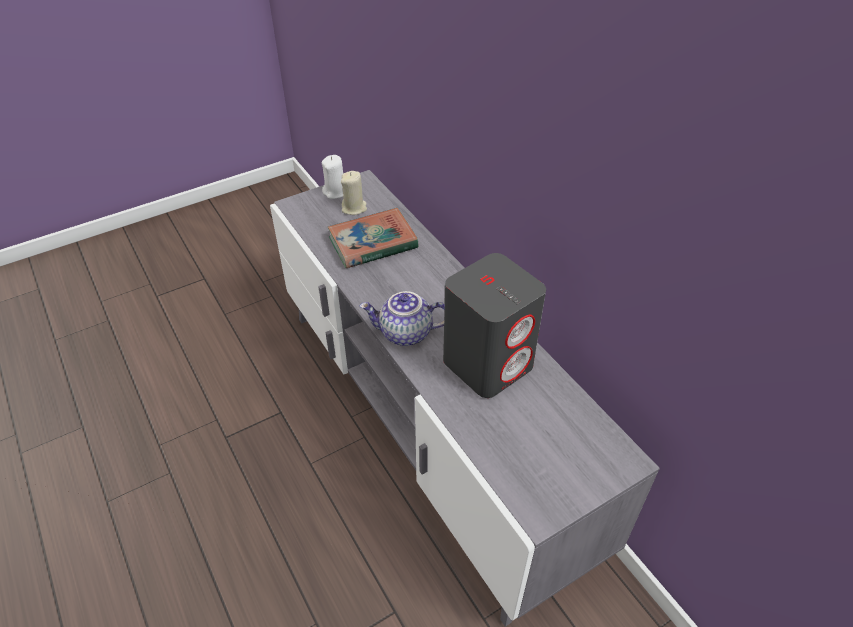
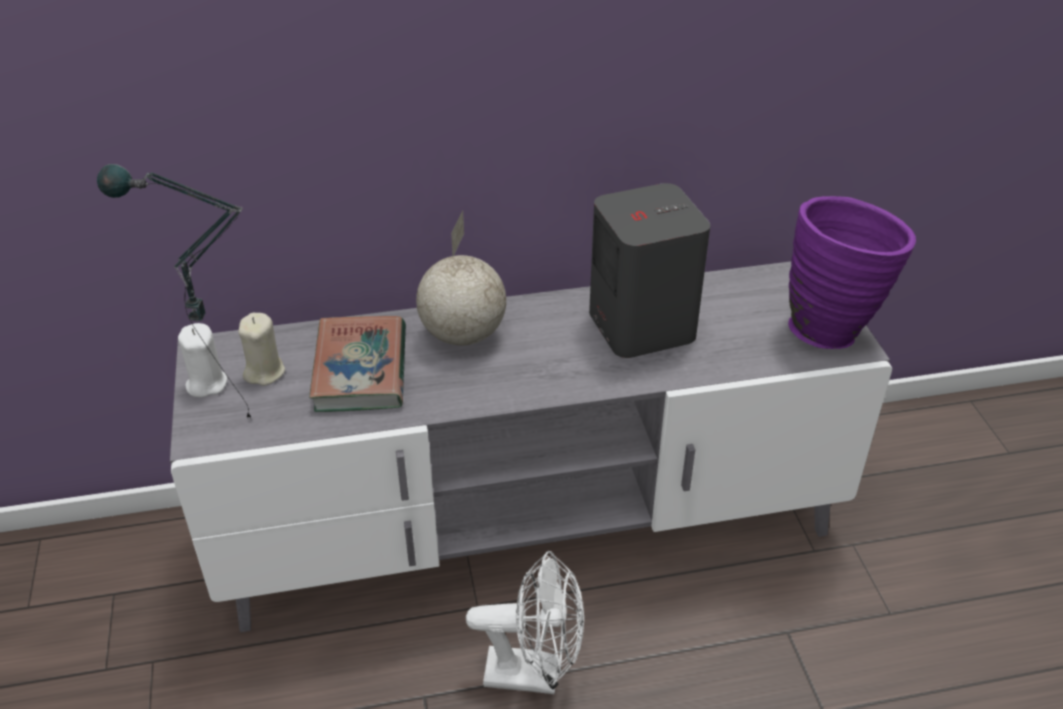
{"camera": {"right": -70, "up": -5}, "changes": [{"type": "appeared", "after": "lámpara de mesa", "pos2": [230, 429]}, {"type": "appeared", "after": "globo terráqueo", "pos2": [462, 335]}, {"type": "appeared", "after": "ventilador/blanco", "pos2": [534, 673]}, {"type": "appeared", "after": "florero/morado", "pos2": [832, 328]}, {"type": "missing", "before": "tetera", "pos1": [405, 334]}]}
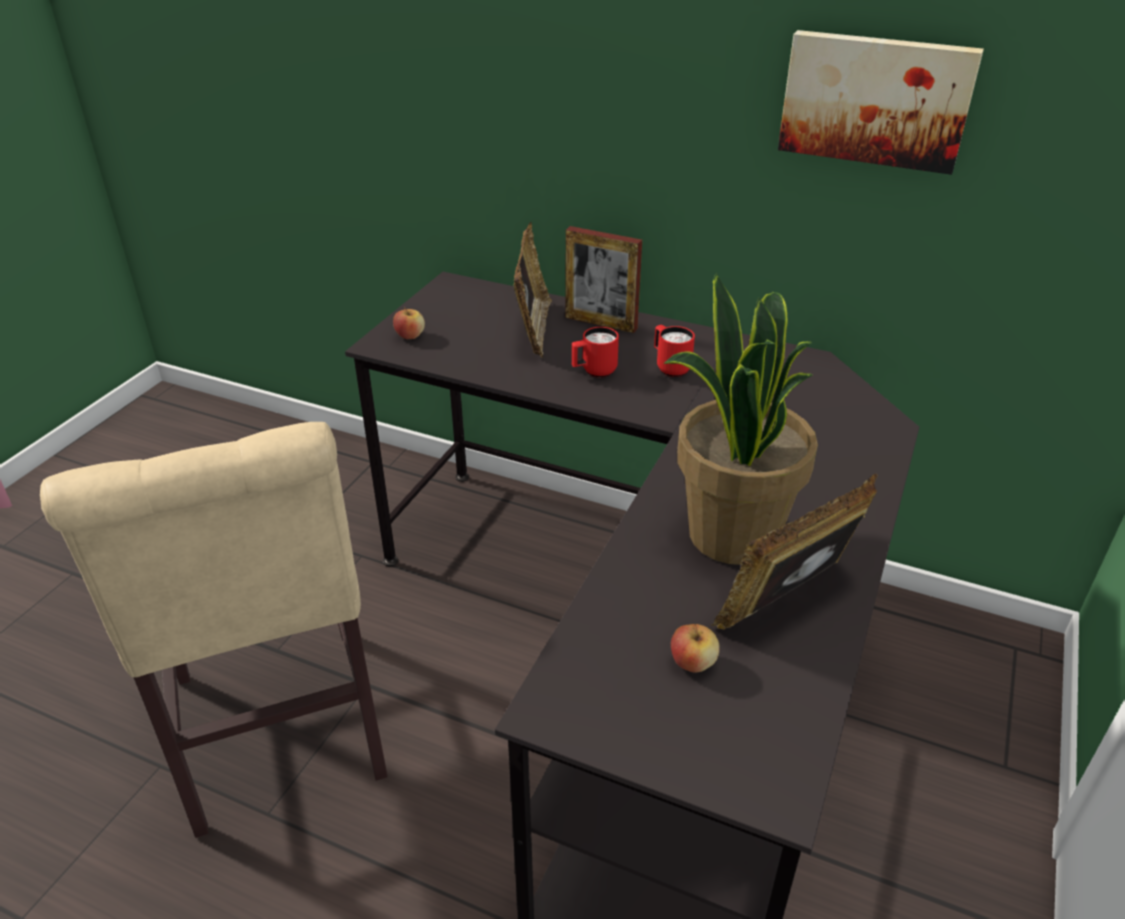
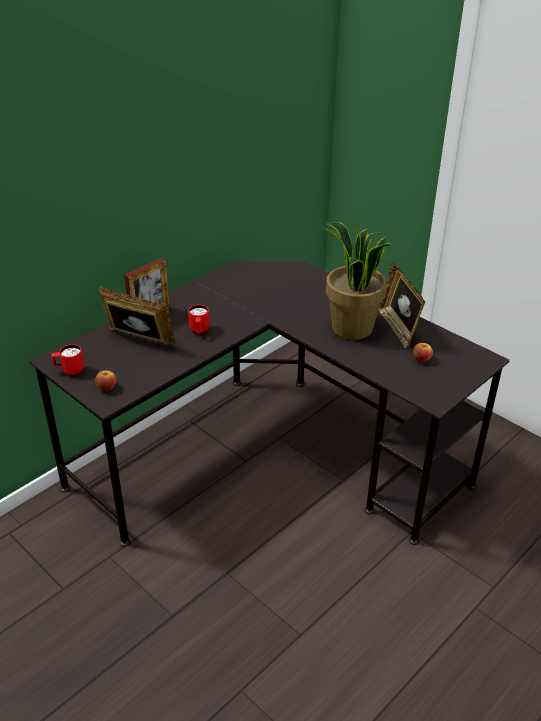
{"camera": {"right": -70, "up": 0}, "changes": [{"type": "relocated", "before": "taza grande/rojo", "pos1": [670, 367], "pos2": [70, 371]}, {"type": "missing", "before": "silla/beis", "pos1": [280, 737]}, {"type": "missing", "before": "cuadro", "pos1": [875, 100]}]}
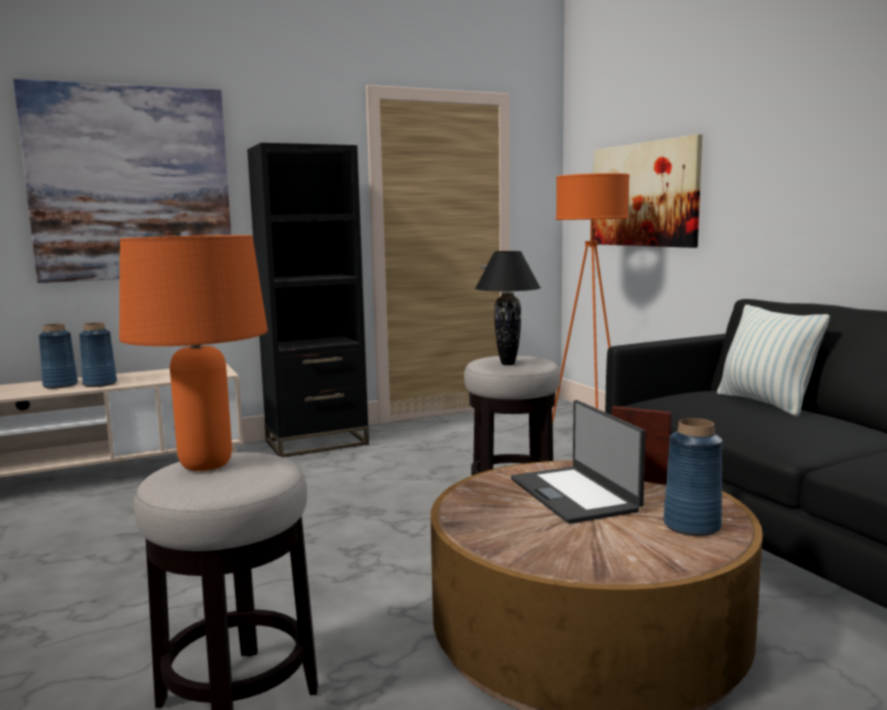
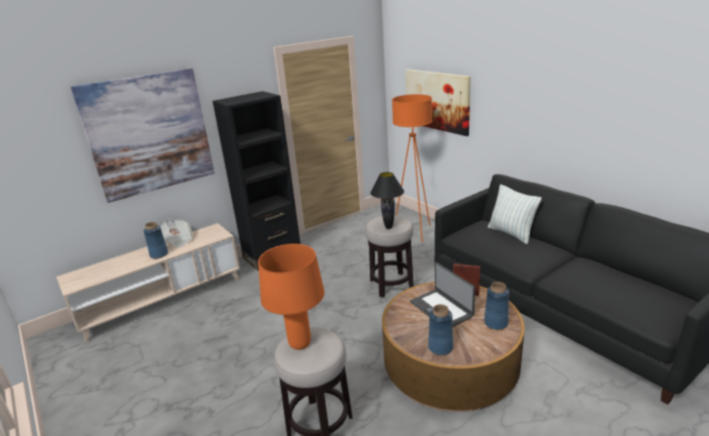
{"camera": {"right": -10, "up": 15}, "changes": [{"type": "appeared", "after": "periódico", "pos2": [178, 241]}, {"type": "relocated", "before": "florero/azul", "pos1": [60, 385], "pos2": [440, 347]}]}
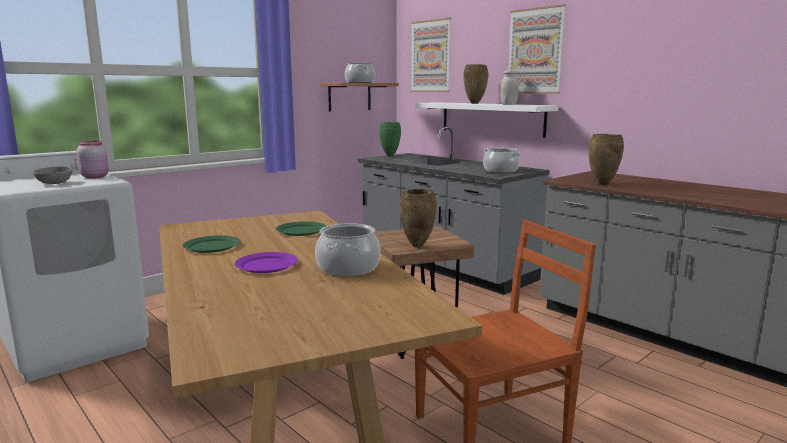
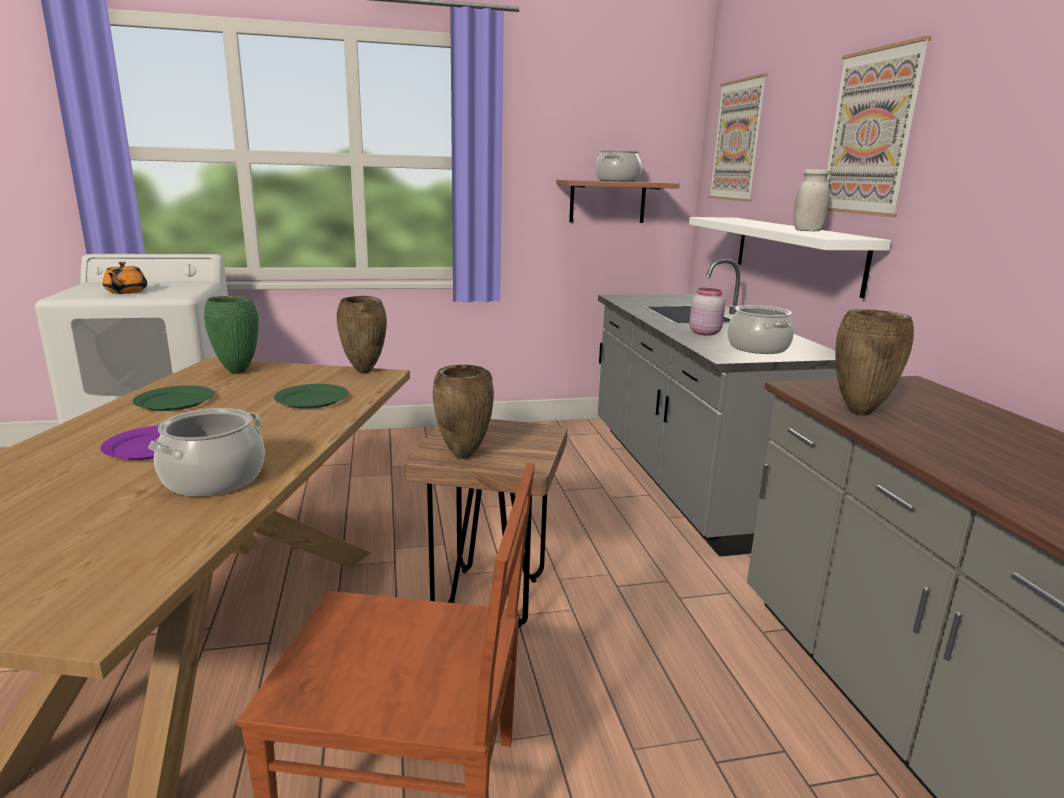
{"camera": {"right": 30, "up": 5}, "changes": [{"type": "exchanged", "before": "cuenco/gris", "after": "tetera/naranja", "pos1": [55, 183], "pos2": [126, 292]}, {"type": "relocated", "before": "florero/verde", "pos1": [390, 155], "pos2": [238, 372]}, {"type": "relocated", "before": "florero/marrón", "pos1": [475, 103], "pos2": [365, 371]}, {"type": "relocated", "before": "tarro/rosa", "pos1": [95, 176], "pos2": [704, 333]}]}
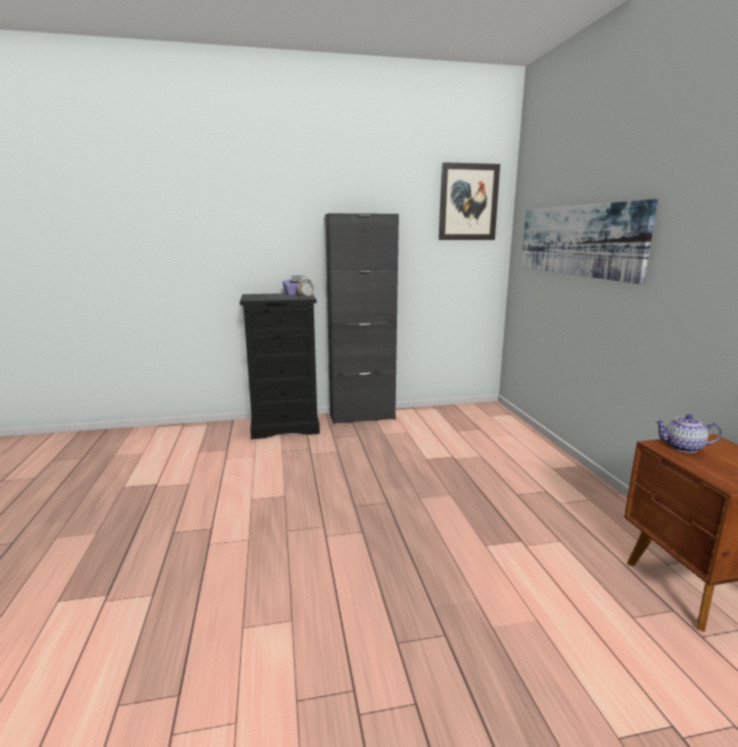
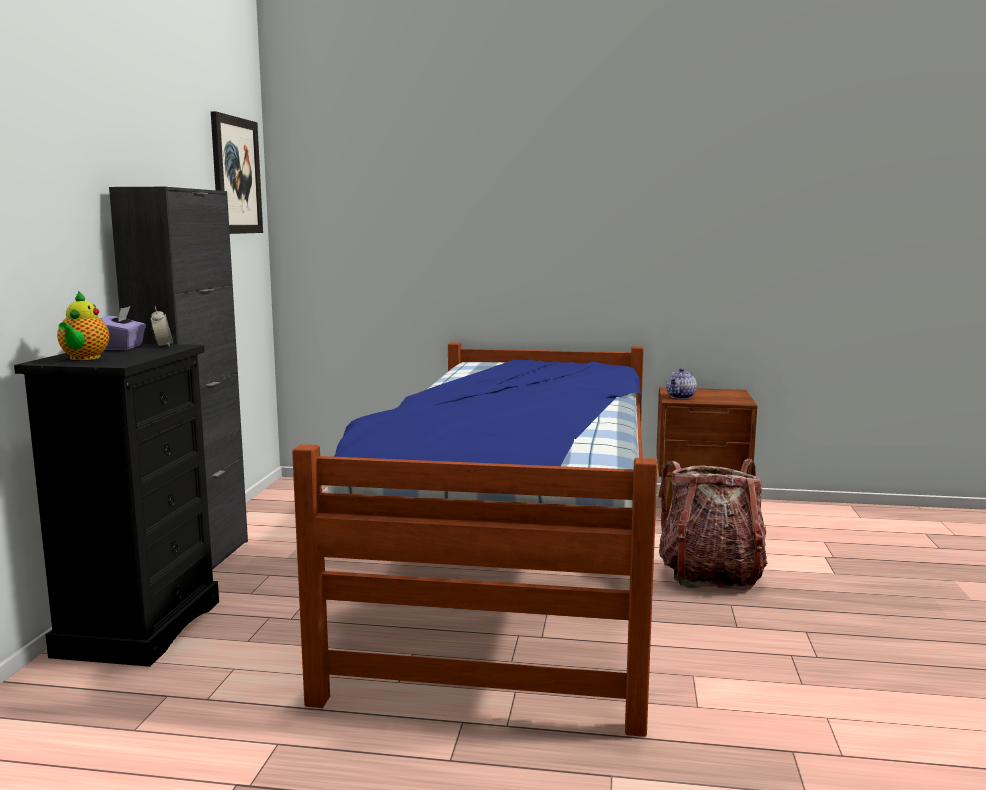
{"camera": {"right": -70, "up": -5}, "changes": [{"type": "appeared", "after": "tetera", "pos2": [84, 358]}, {"type": "appeared", "after": "cama", "pos2": [514, 571]}, {"type": "appeared", "after": "mochila", "pos2": [710, 574]}, {"type": "missing", "before": "cuadro", "pos1": [577, 240]}]}
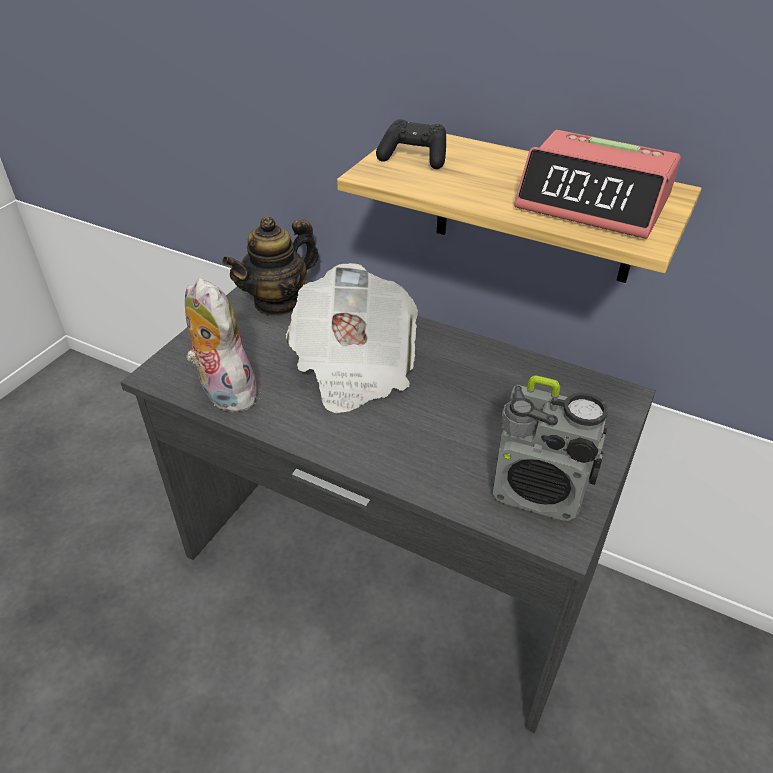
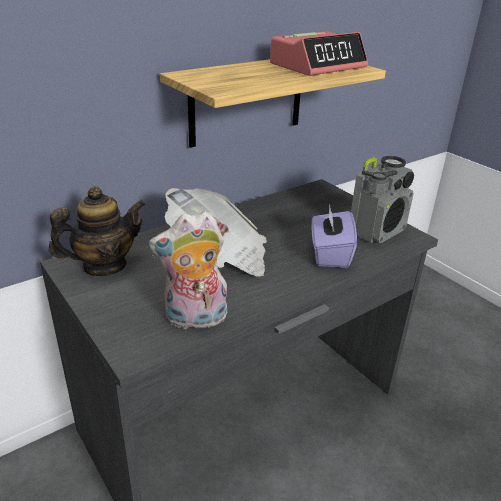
{"camera": {"right": -65, "up": -10}, "changes": [{"type": "spun", "before": "tetera", "pos1": [278, 302], "pos2": [104, 266], "turn": -105}, {"type": "appeared", "after": "caja de pañuelos/morado", "pos2": [330, 254]}, {"type": "missing", "before": "mando de consola/negro", "pos1": [414, 157]}]}
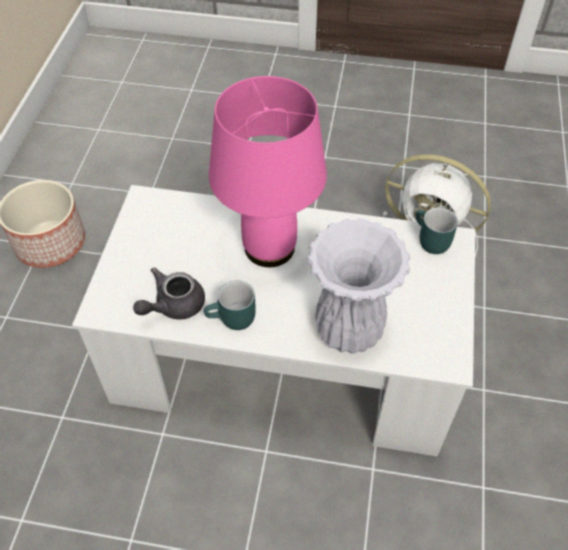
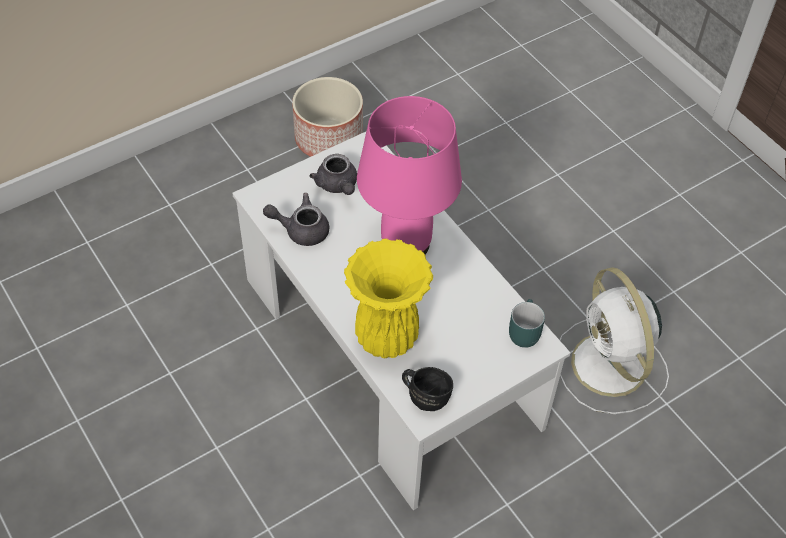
{"camera": {"right": 45, "up": 0}, "changes": [{"type": "appeared", "after": "tetera/gris", "pos2": [337, 186]}, {"type": "colour", "before": "florero/blanco", "after": "florero/amarillo", "pos1": [348, 329], "pos2": [387, 337]}, {"type": "appeared", "after": "taza grande/negro", "pos2": [425, 395]}, {"type": "missing", "before": "taza grande/turquesa", "pos1": [232, 321]}]}
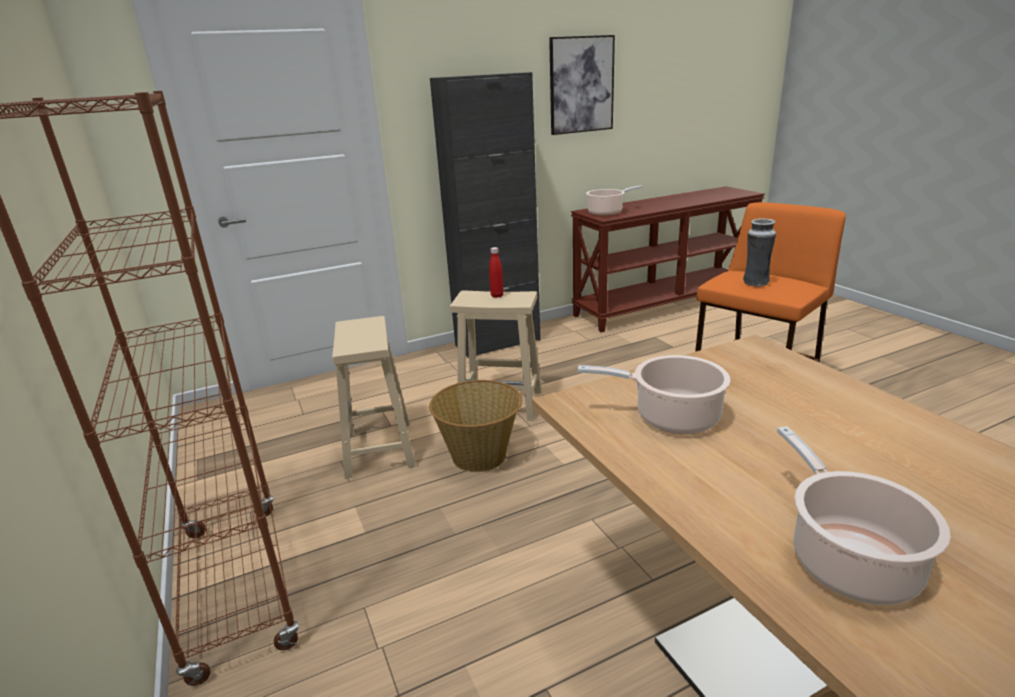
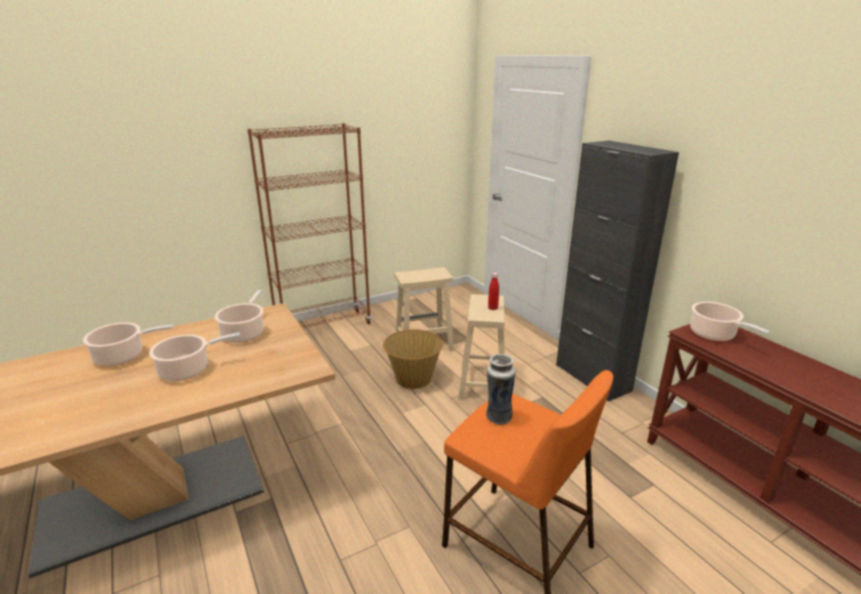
{"camera": {"right": 85, "up": 0}, "changes": [{"type": "appeared", "after": "olla", "pos2": [188, 370]}, {"type": "missing", "before": "cuadro", "pos1": [581, 85]}]}
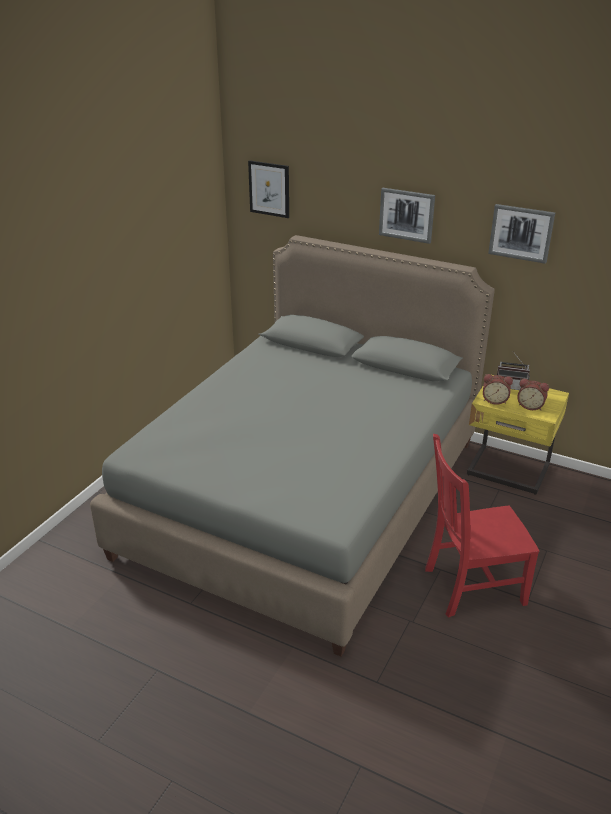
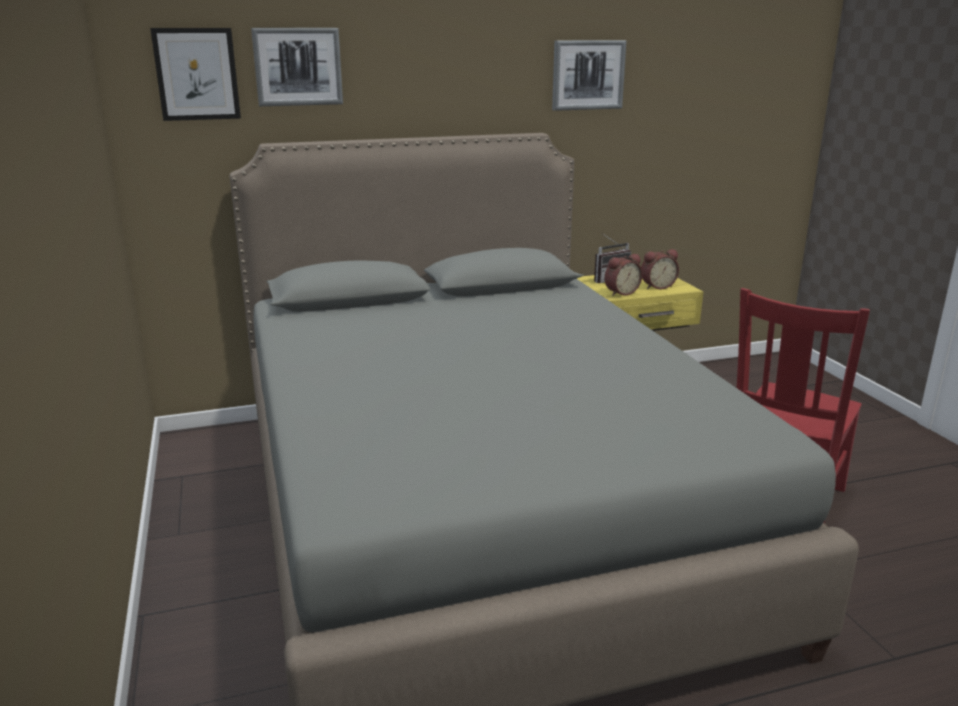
{"camera": {"right": -45, "up": -10}, "changes": [{"type": "relocated", "before": "cuadro", "pos1": [406, 215], "pos2": [298, 67]}]}
